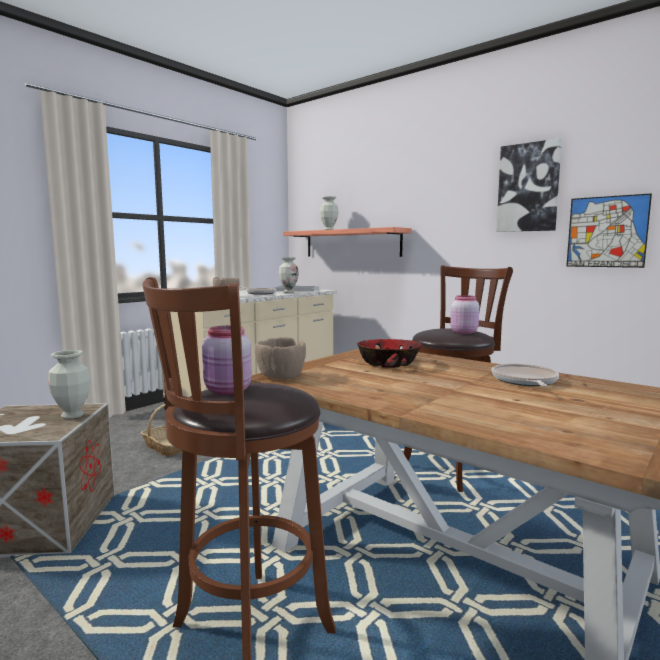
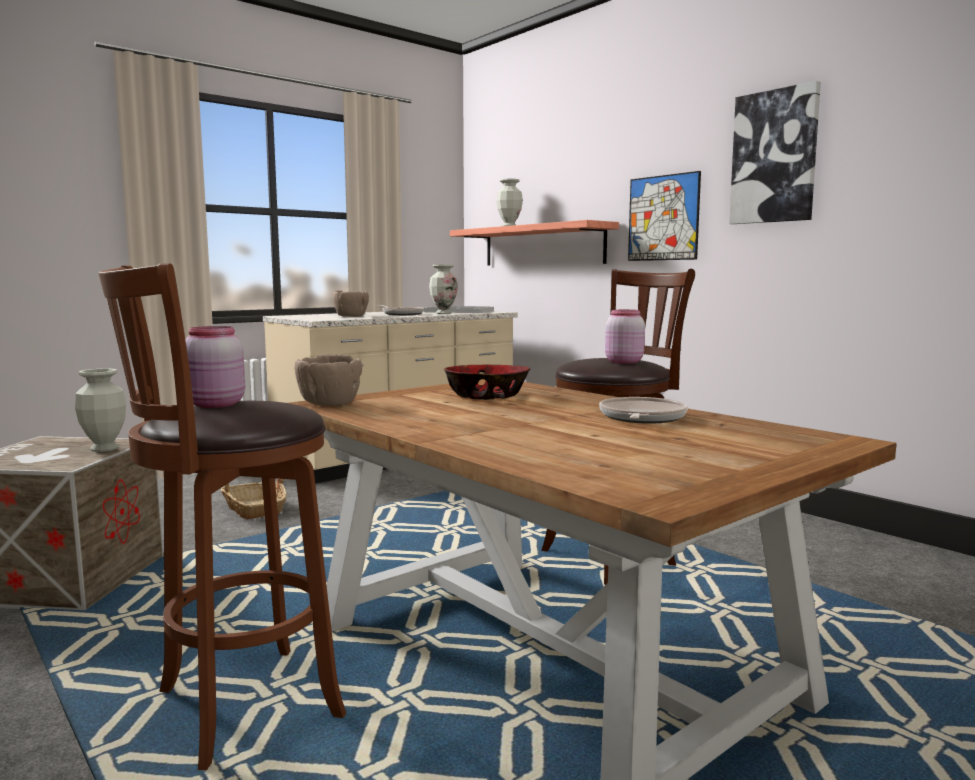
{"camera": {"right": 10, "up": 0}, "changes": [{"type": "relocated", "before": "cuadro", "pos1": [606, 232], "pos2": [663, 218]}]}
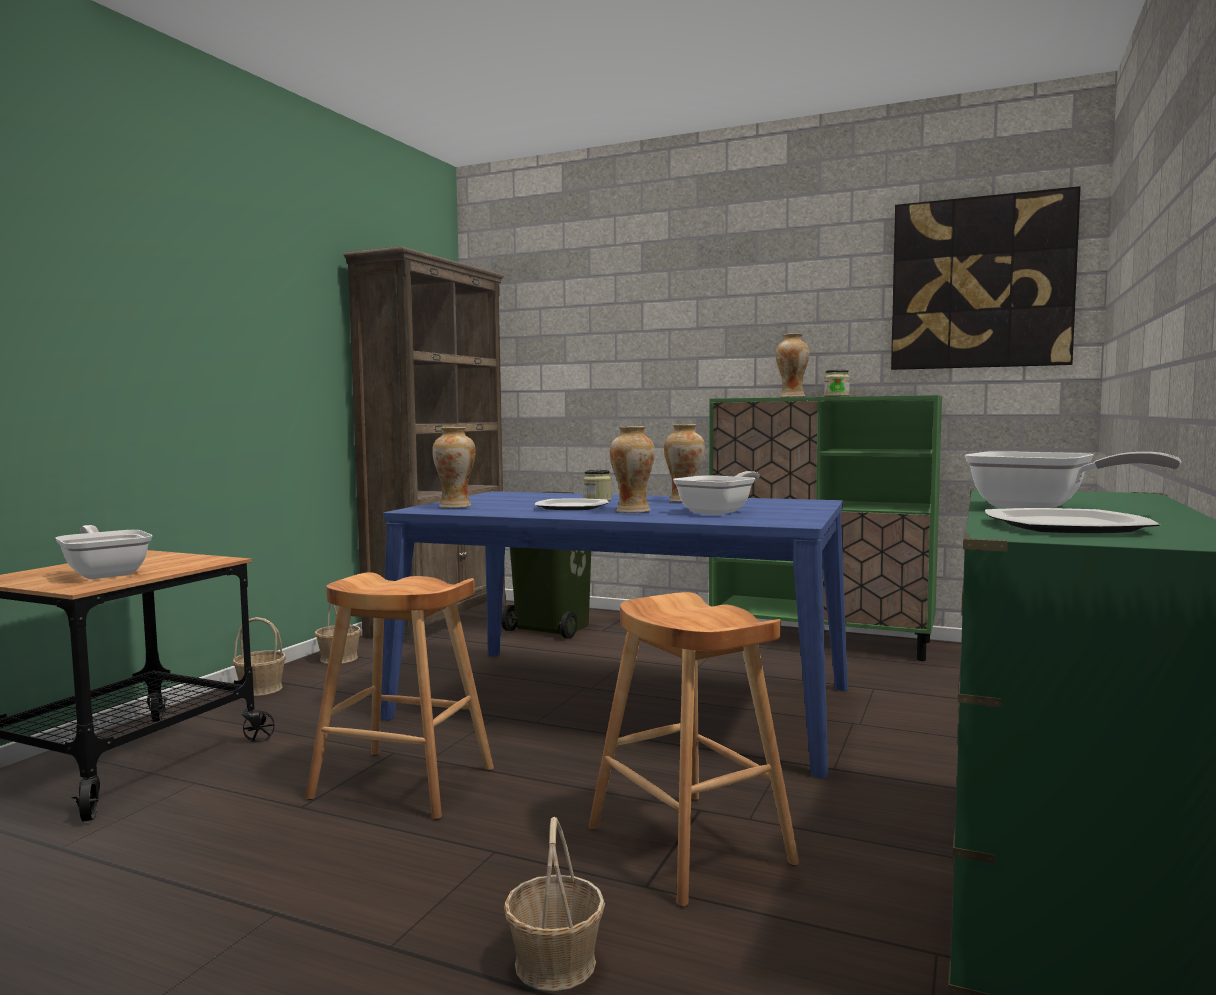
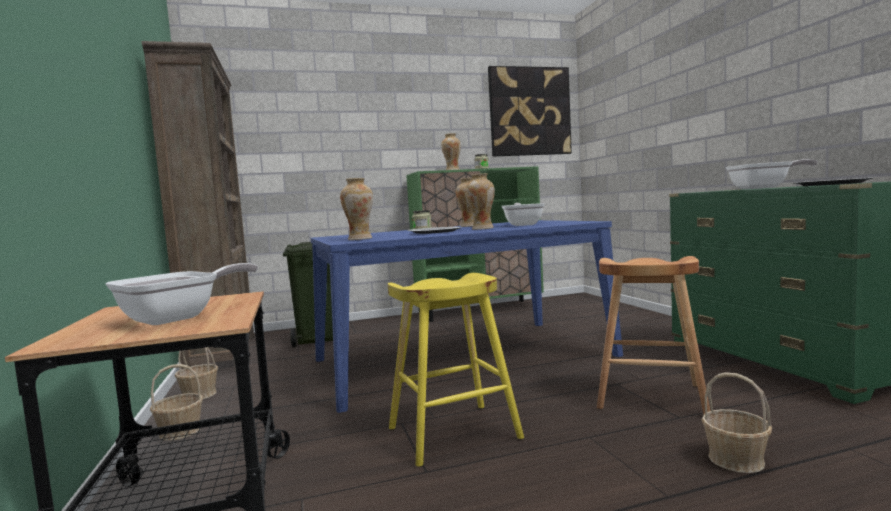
{"camera": {"right": -40, "up": 0}, "changes": [{"type": "spun", "before": "sartén", "pos1": [105, 573], "pos2": [179, 317], "turn": 120}, {"type": "colour", "before": "taburete/marrón", "after": "taburete/amarillo", "pos1": [404, 783], "pos2": [454, 433]}]}
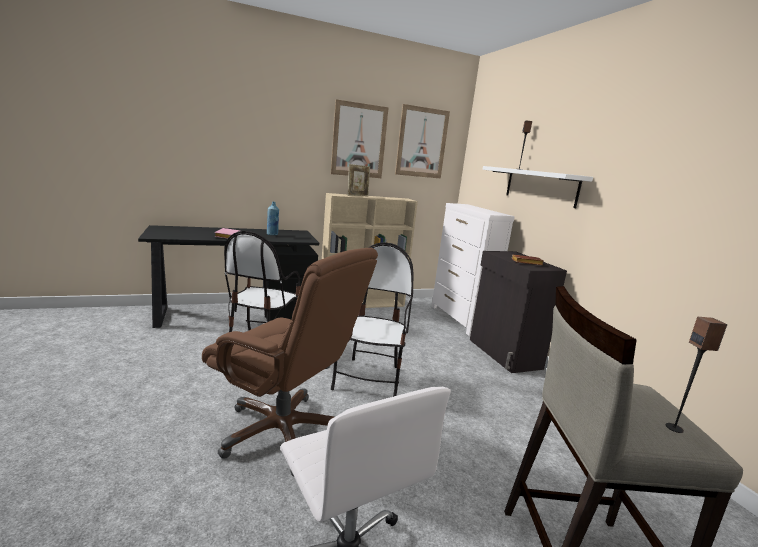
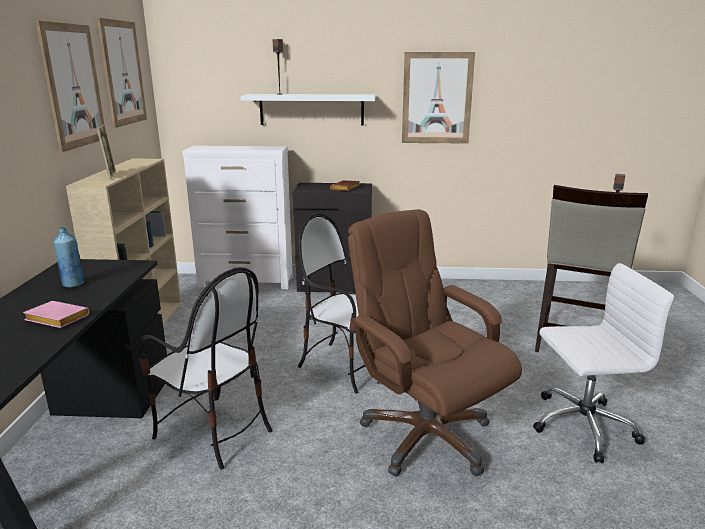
{"camera": {"right": -65, "up": 5}, "changes": [{"type": "spun", "before": "silla de oficina/marrón", "pos1": [283, 432], "pos2": [425, 435], "turn": -90}, {"type": "appeared", "after": "cuadro", "pos2": [437, 98]}]}
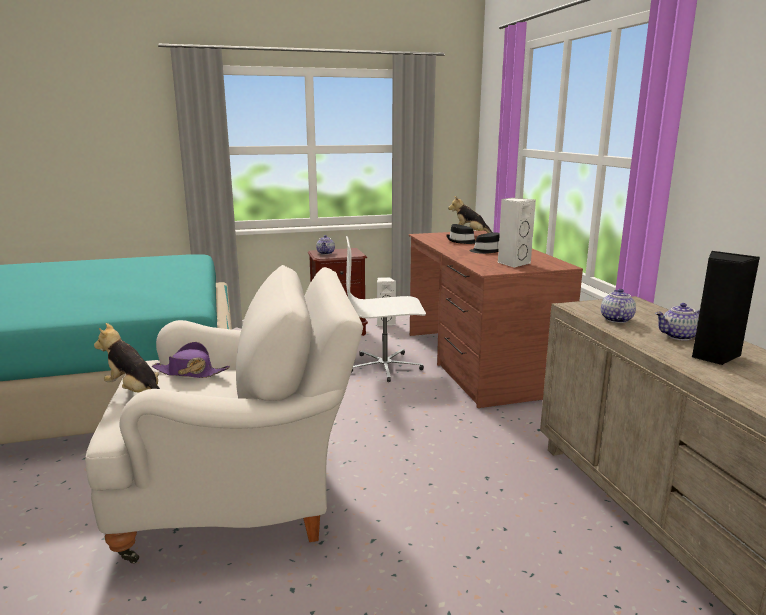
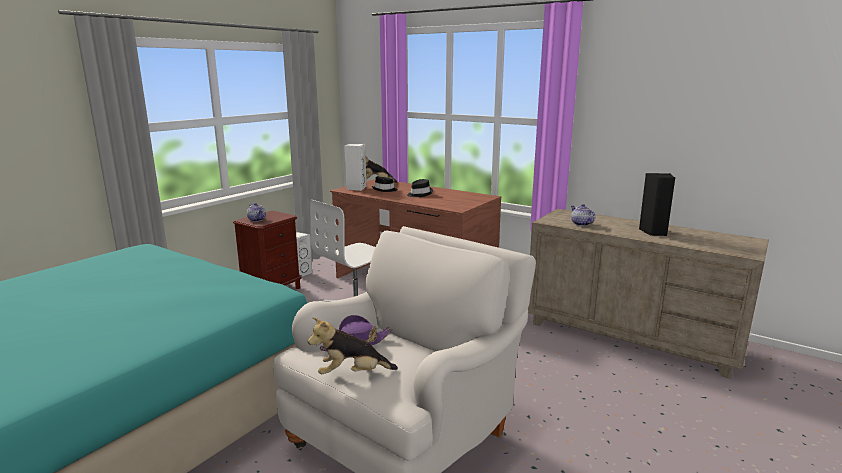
{"camera": {"right": -40, "up": 0}, "changes": [{"type": "relocated", "before": "altavoz/blanco", "pos1": [513, 263], "pos2": [356, 188]}, {"type": "missing", "before": "tetera", "pos1": [679, 336]}]}
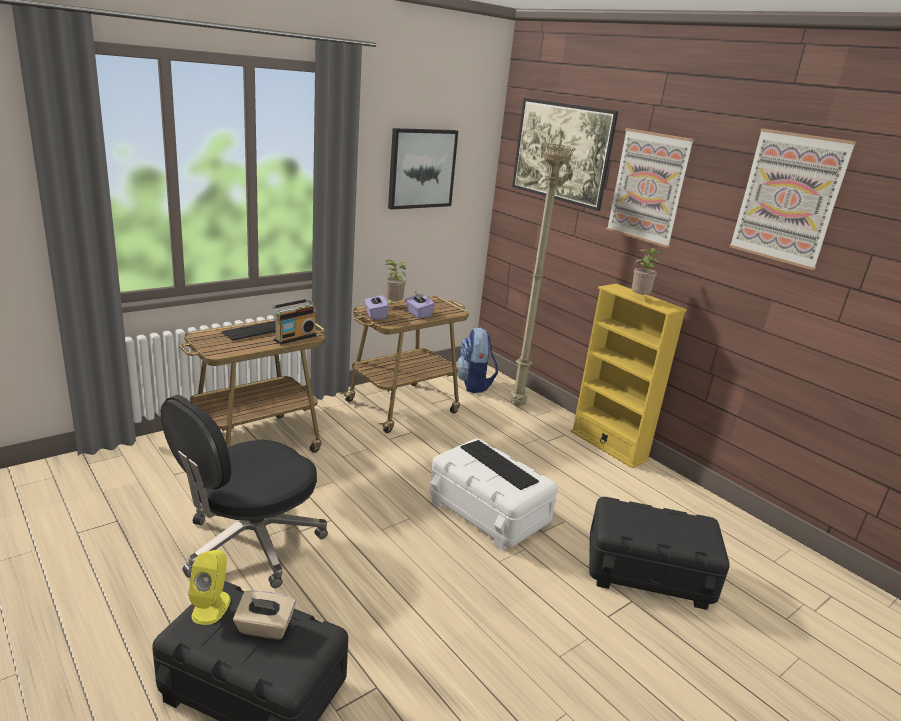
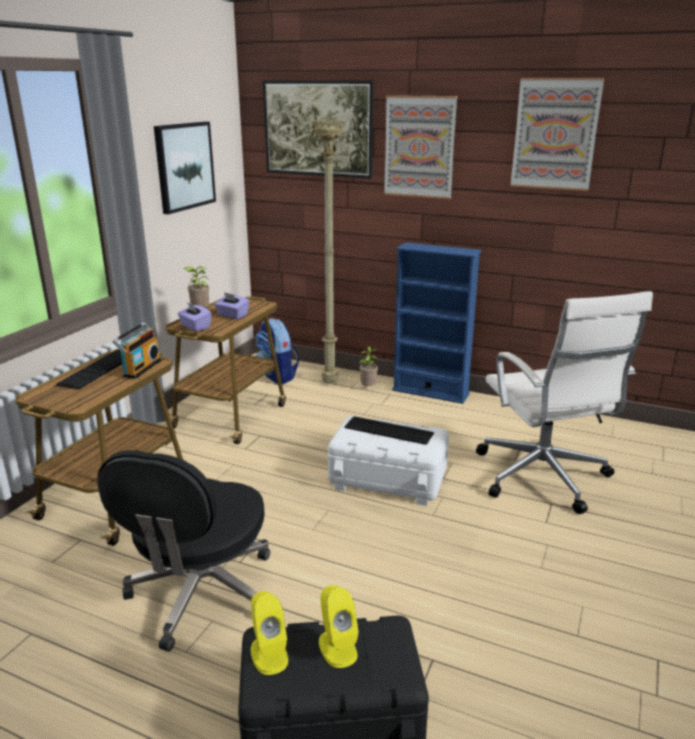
{"camera": {"right": -25, "up": 0}, "changes": [{"type": "exchanged", "before": "caja de pañuelos/beis", "after": "altavoz/amarillo", "pos1": [264, 628], "pos2": [337, 647]}, {"type": "relocated", "before": "planta en maceta", "pos1": [640, 298], "pos2": [368, 388]}, {"type": "colour", "before": "estantería/amarillo", "after": "estantería/azul", "pos1": [608, 445], "pos2": [430, 392]}, {"type": "exchanged", "before": "caja de almacenaje/negro", "after": "silla de oficina/blanco", "pos1": [648, 572], "pos2": [543, 477]}]}
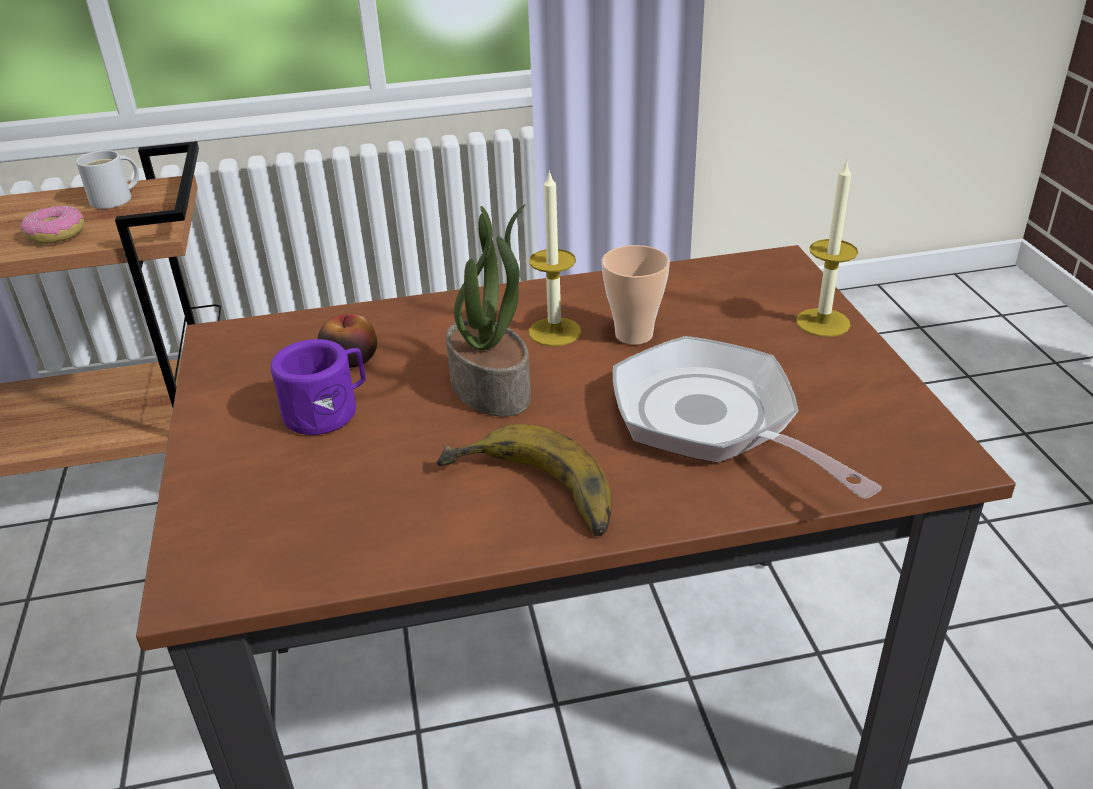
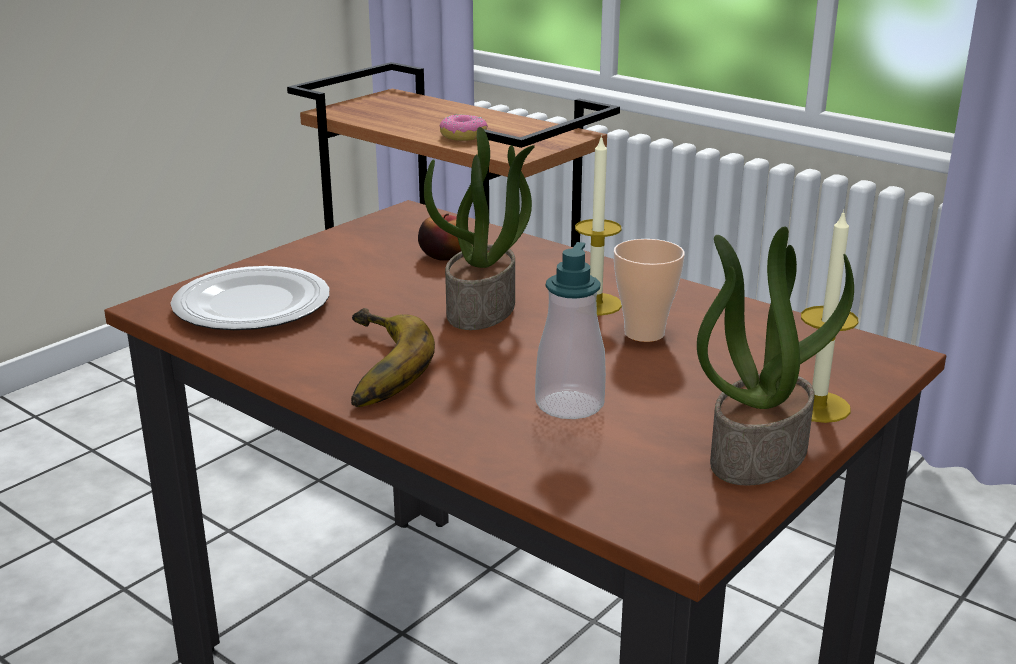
{"camera": {"right": 50, "up": -10}, "changes": [{"type": "appeared", "after": "plato", "pos2": [254, 305]}, {"type": "exchanged", "before": "sartén", "after": "dispensador de jabón", "pos1": [713, 421], "pos2": [569, 404]}, {"type": "appeared", "after": "planta en maceta", "pos2": [758, 454]}, {"type": "missing", "before": "taza grande/blanco", "pos1": [115, 199]}, {"type": "missing", "before": "taza grande/morado", "pos1": [328, 410]}]}
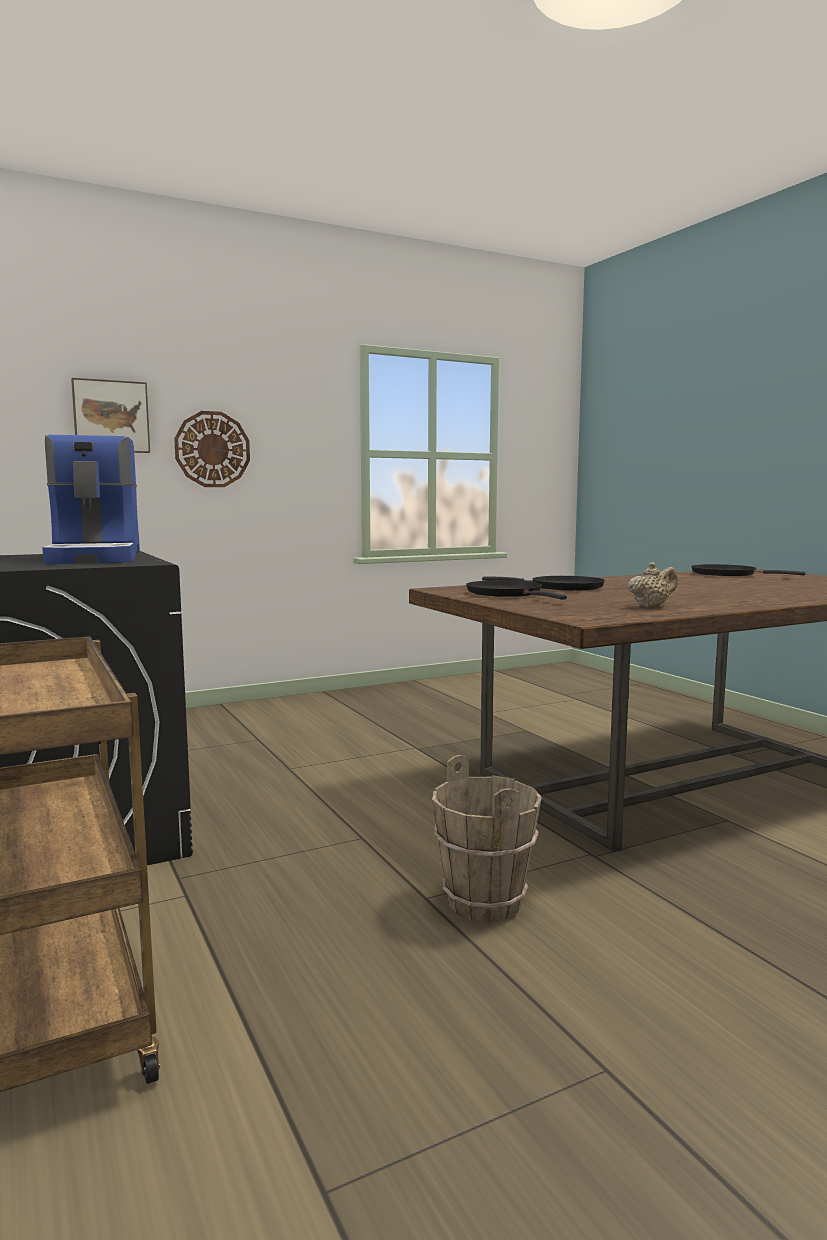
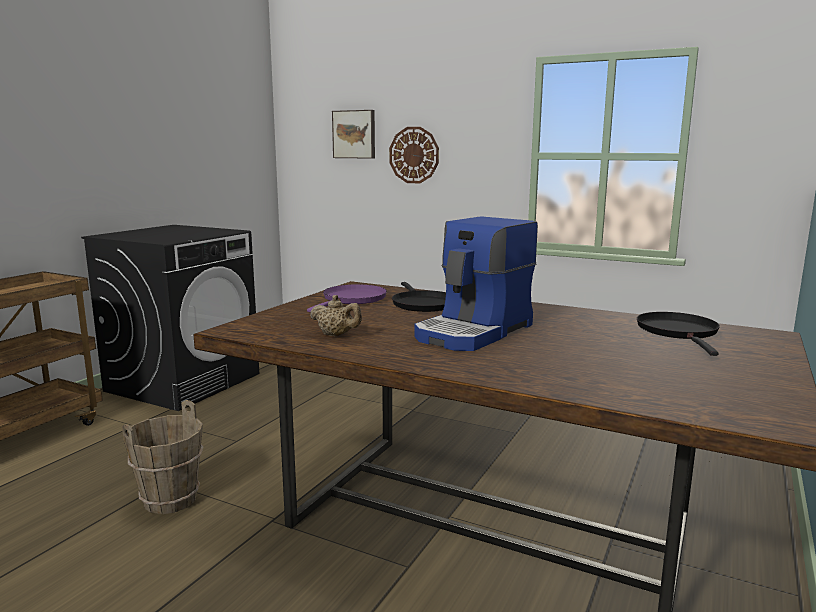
{"camera": {"right": 55, "up": 5}, "changes": [{"type": "colour", "before": "sartén/negro", "after": "sartén/morado", "pos1": [507, 594], "pos2": [352, 300]}, {"type": "relocated", "before": "cafetera", "pos1": [97, 557], "pos2": [475, 332]}]}
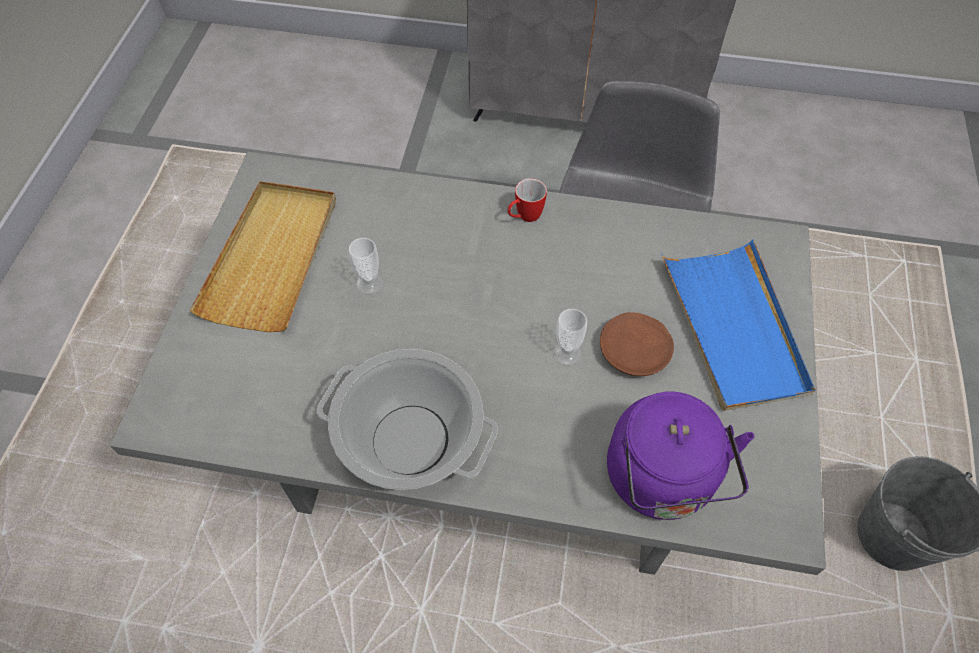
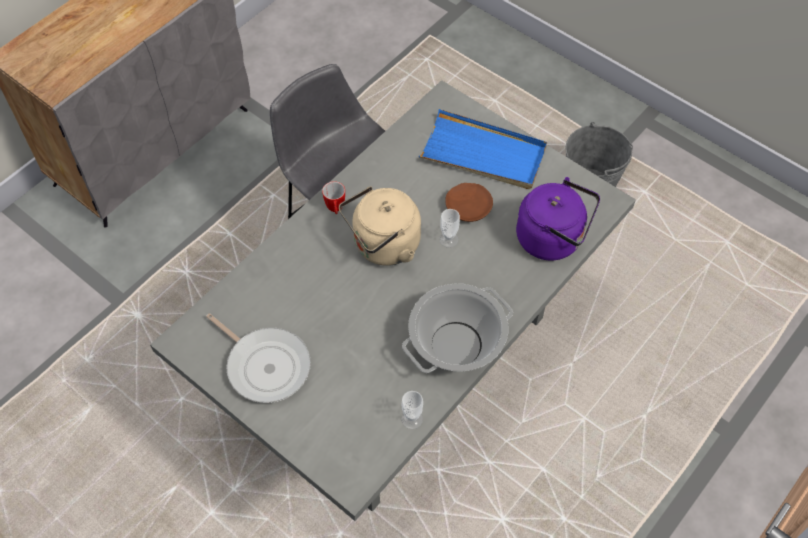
{"camera": {"right": -60, "up": 0}, "changes": [{"type": "exchanged", "before": "bandeja/beis", "after": "sartén", "pos1": [273, 258], "pos2": [265, 365]}, {"type": "appeared", "after": "hervidor/beis", "pos2": [383, 246]}, {"type": "relocated", "before": "taza", "pos1": [369, 283], "pos2": [412, 419]}]}
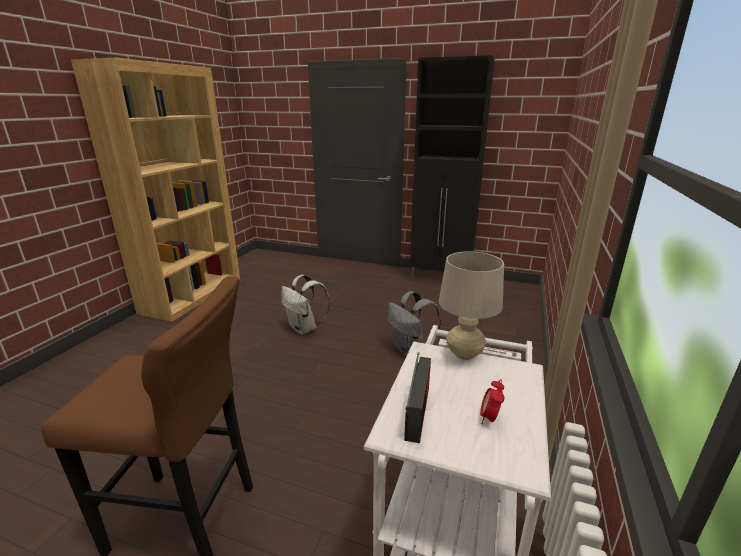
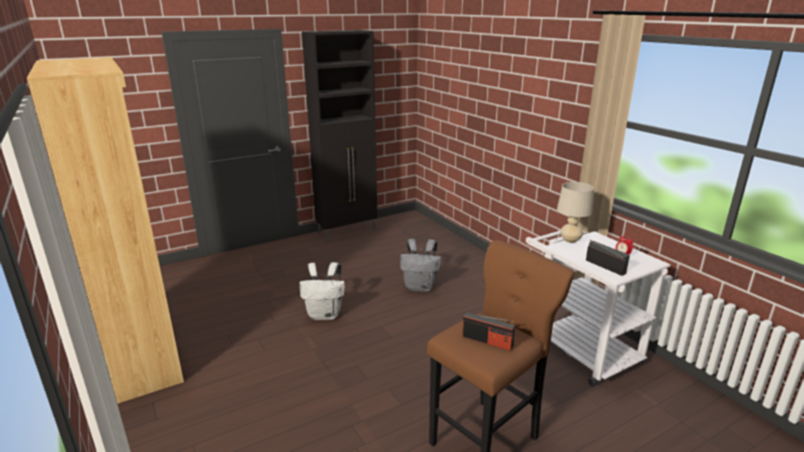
{"camera": {"right": -50, "up": 0}, "changes": [{"type": "appeared", "after": "radio", "pos2": [487, 341]}]}
